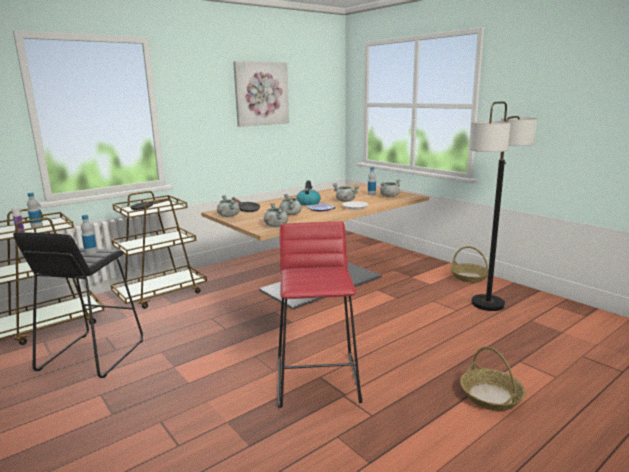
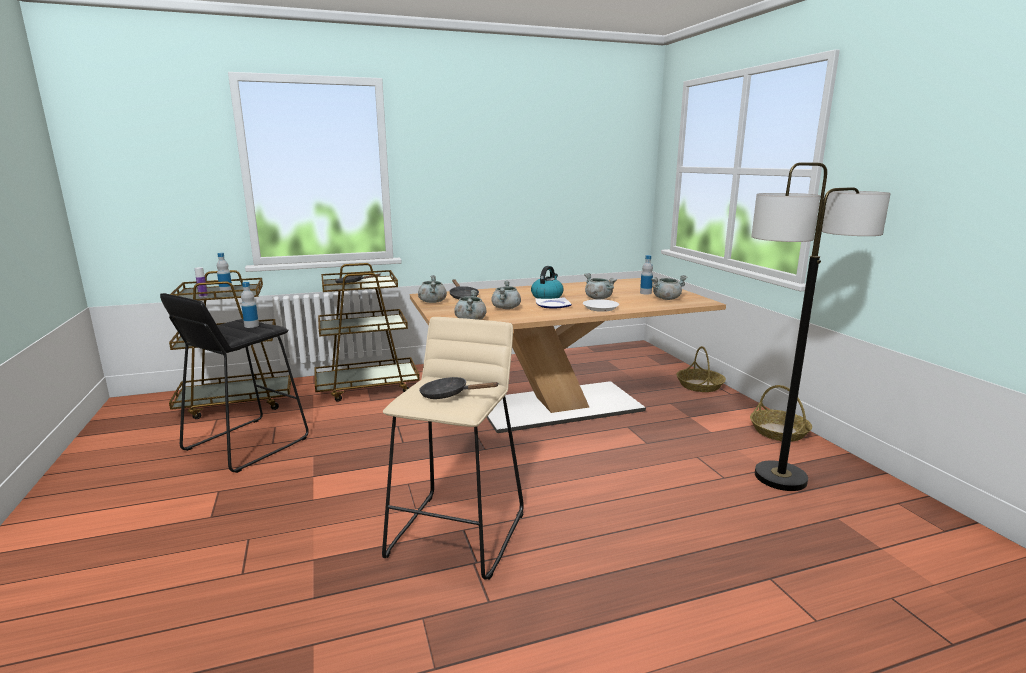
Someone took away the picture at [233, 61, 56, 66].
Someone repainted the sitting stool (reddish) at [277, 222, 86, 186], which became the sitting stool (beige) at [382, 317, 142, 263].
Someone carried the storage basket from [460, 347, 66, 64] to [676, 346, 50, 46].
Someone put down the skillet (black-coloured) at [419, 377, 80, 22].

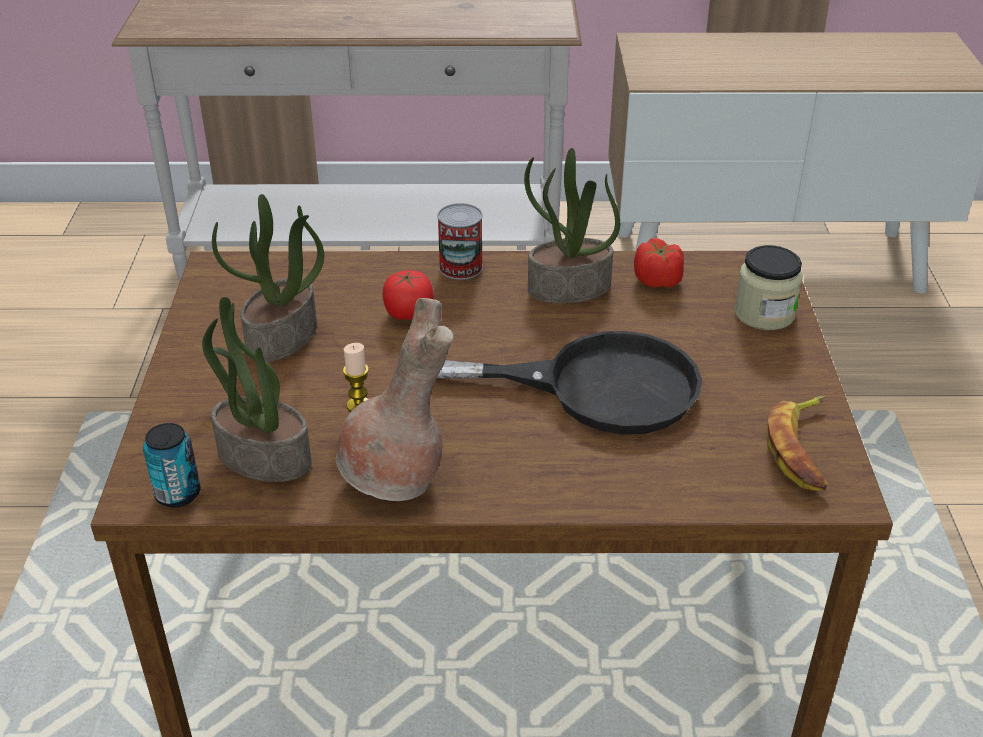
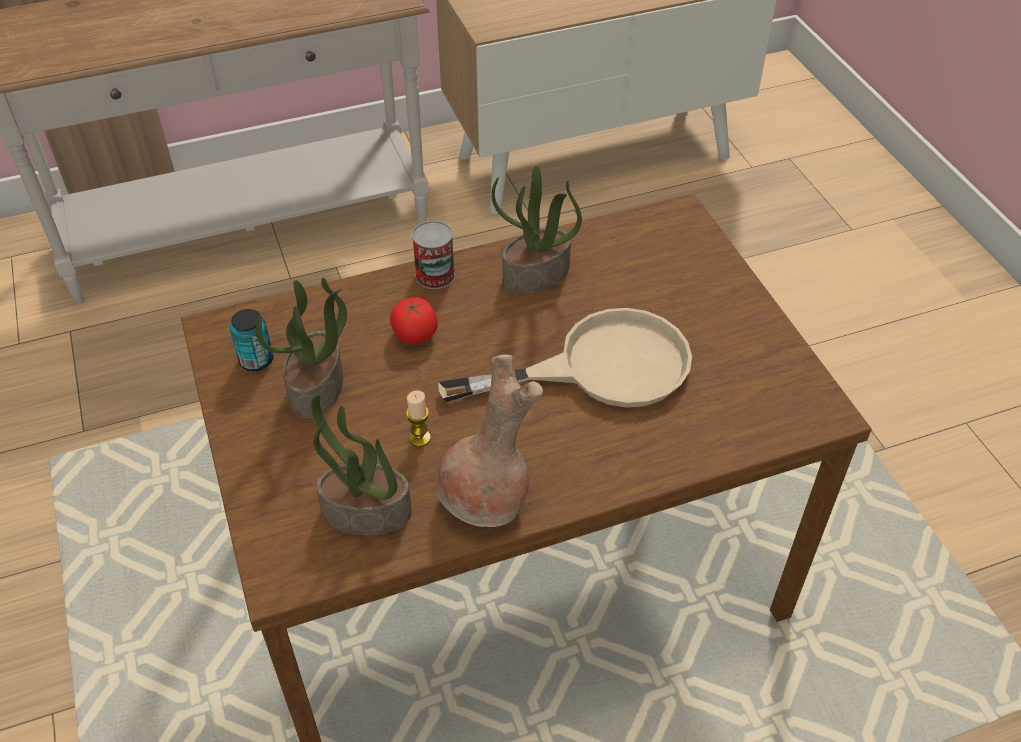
Someone took away the tomato at [634, 238, 50, 49].
Someone took away the preserve jar at [734, 245, 69, 85].
Someone repainted the skillet (black-coloured) at [437, 331, 265, 104], which became the skillet (beige) at [438, 308, 254, 100].
Someone took away the banana at [766, 396, 62, 94].
Someone carried the sealed can from [143, 423, 58, 84] to [230, 309, 43, 62].

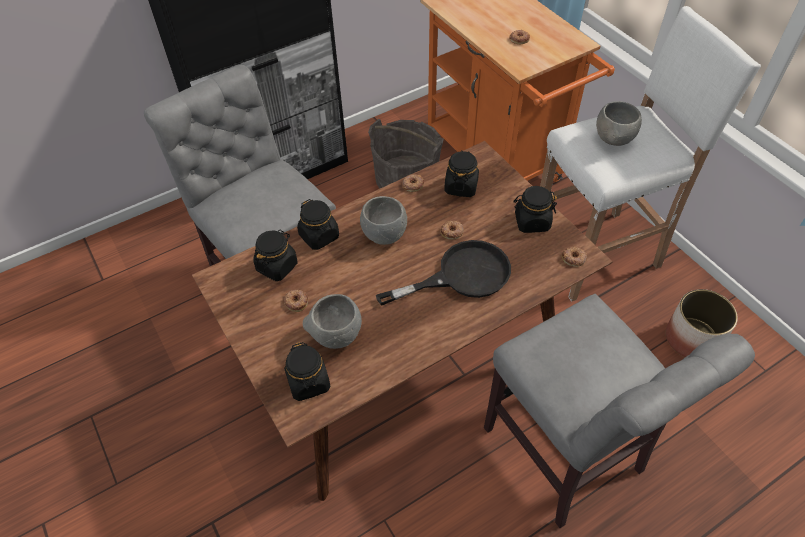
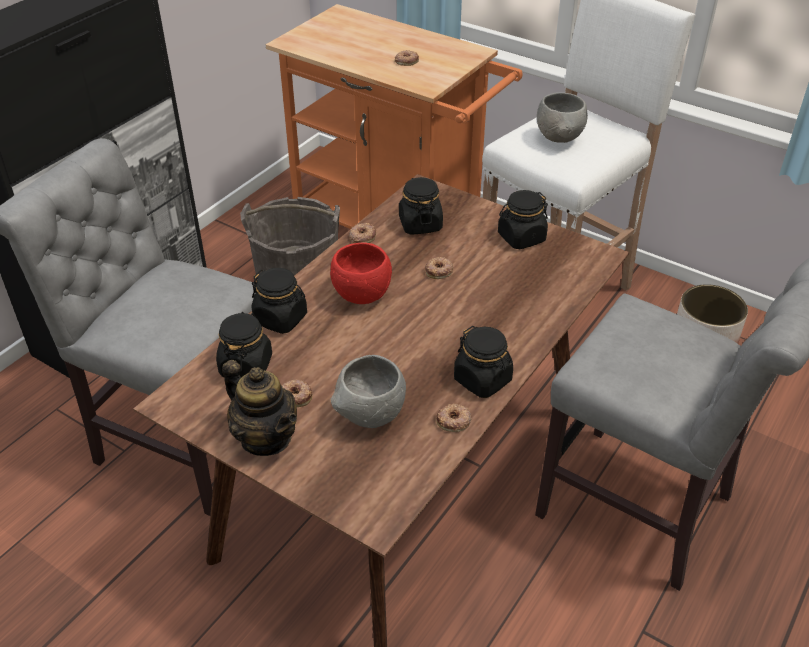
Someone repainted the serving bowl (grey) at [360, 196, 47, 49], which became the serving bowl (reddish) at [330, 242, 62, 62].
Someone took away the skillet (black-coloured) at [376, 240, 135, 66].
Someone carried the ring doughnut from [562, 247, 25, 20] to [436, 404, 36, 28].
Someone carried the preserve jar (black-coloured) from [284, 342, 46, 59] to [454, 326, 59, 72].
Someone put down the tea pot at [222, 360, 75, 96].

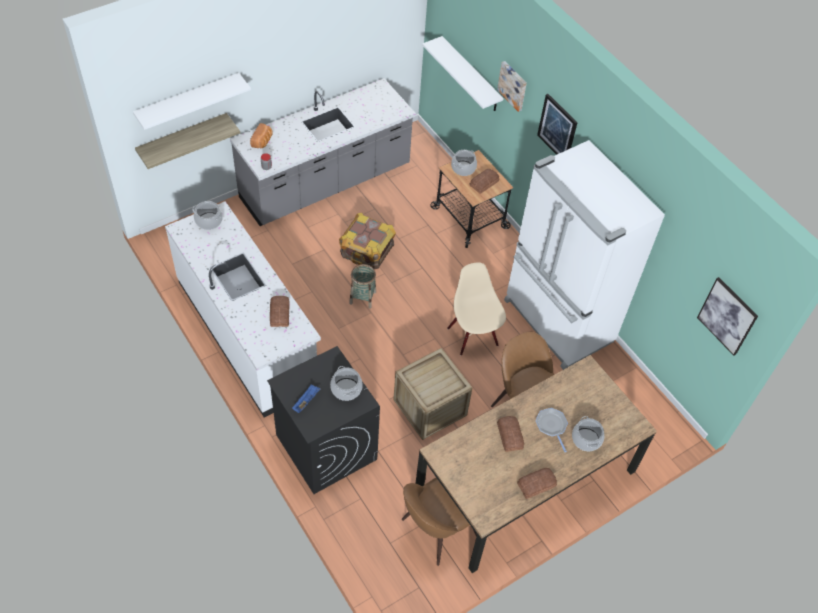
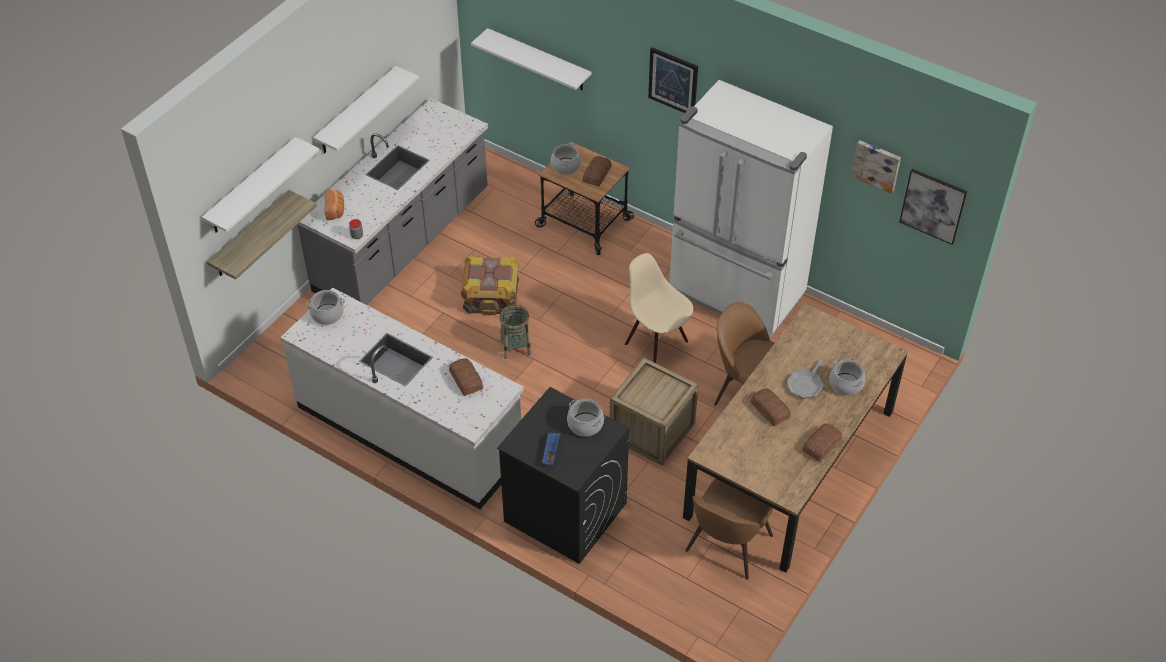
Someone carried the picture from [497, 61, 30, 51] to [851, 140, 50, 53].
Someone rotated the skillet at [535, 408, 33, 44] by 105 degrees counterclockwise.
Someone put up the bracket shelf (whitish) at [313, 66, 106, 87].

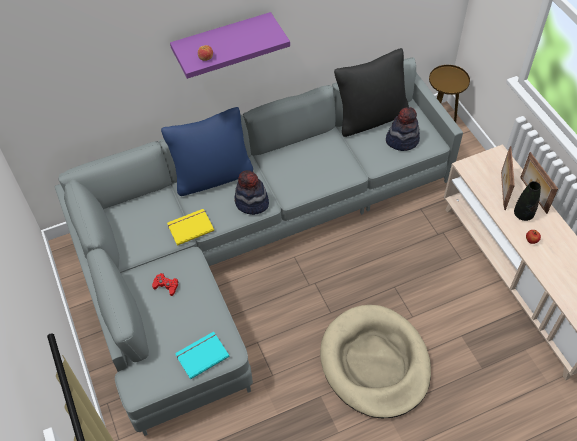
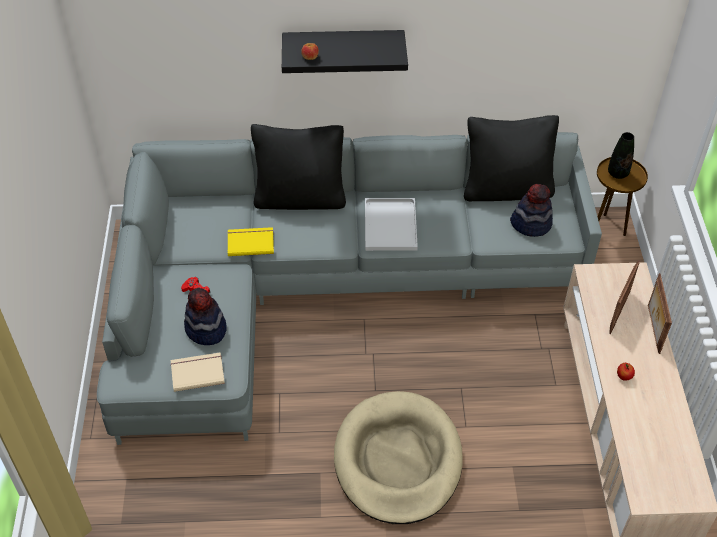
Someone repainted the bracket shelf (purple-coloured) at [170, 12, 120, 67], which became the bracket shelf (black-coloured) at [282, 30, 126, 43].
Someone repainted the pillow (blue) at [161, 107, 92, 89], which became the pillow (black-coloured) at [251, 124, 95, 86].
Someone carried the hat from [234, 170, 35, 45] to [184, 288, 43, 57].
Someone carried the flower vase (black-coloured) from [514, 181, 27, 40] to [608, 132, 26, 47].
Someone repainted the volume (turquoise) at [175, 332, 55, 48], which became the volume (beige) at [171, 353, 54, 39].
Someone put down the serving tray (whitish) at [365, 198, 53, 53].

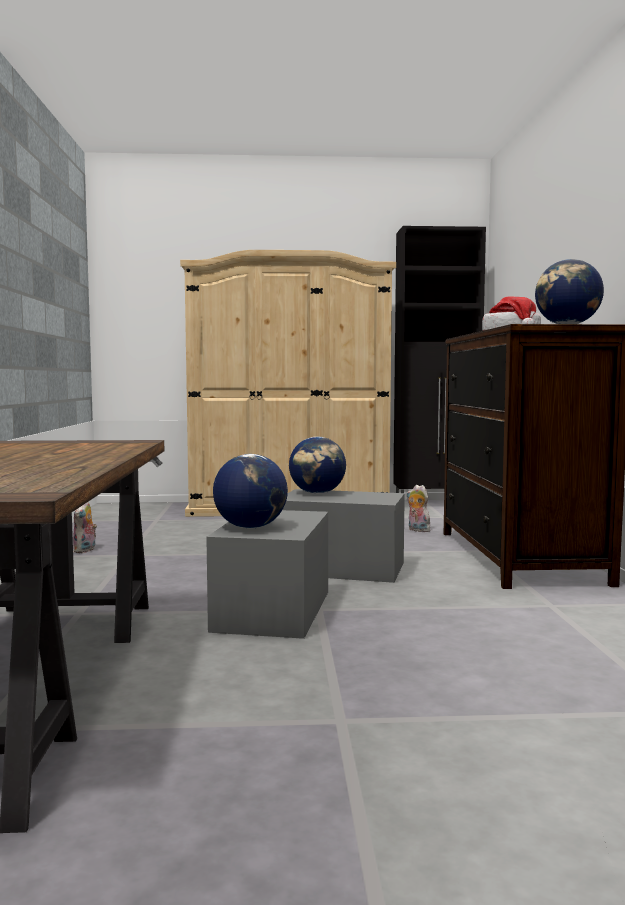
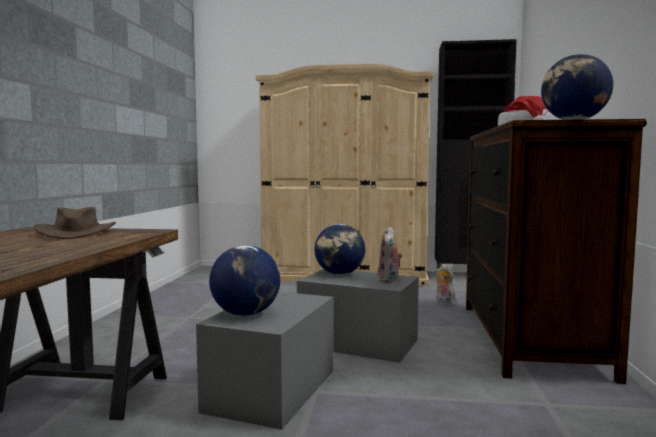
Someone carried the soft toy from [73, 502, 24, 51] to [378, 227, 24, 56].
Someone put down the hat (brownish) at [34, 207, 82, 32].

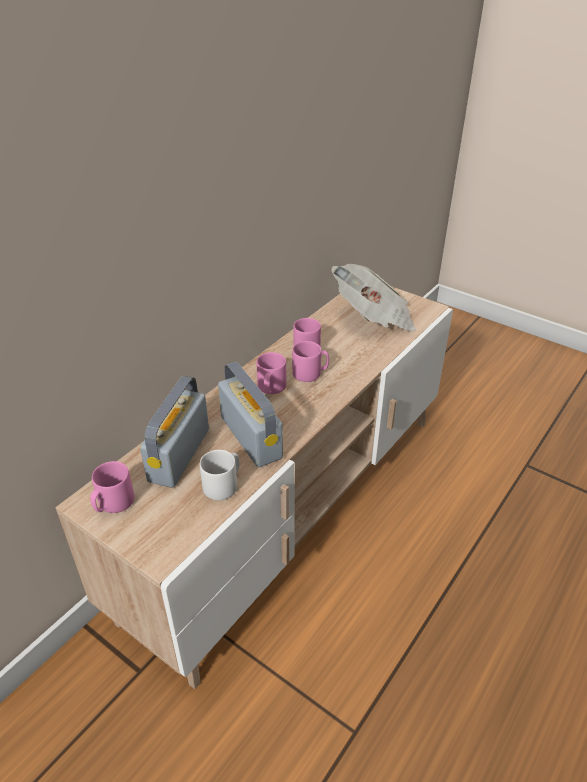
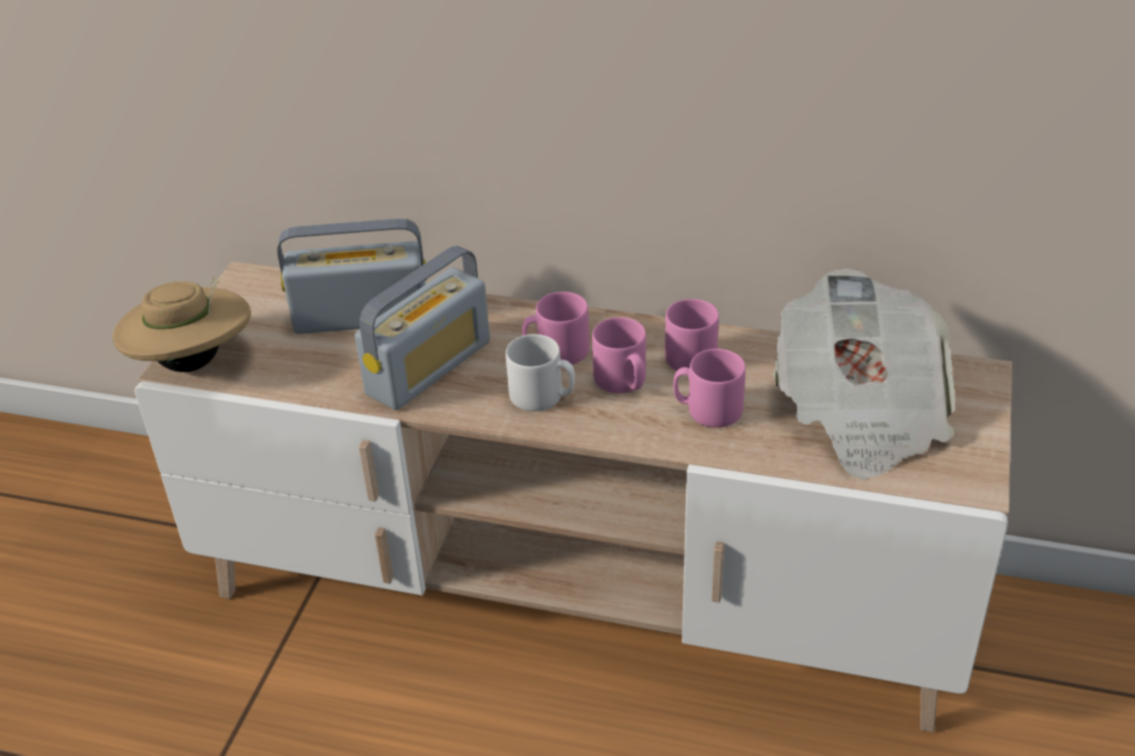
Someone carried the coffee mug (whitish) from [200, 450, 40, 50] to [506, 334, 69, 77].
Someone carried the coffee mug (pink) from [90, 461, 44, 52] to [673, 349, 73, 79].
Someone put down the hat (beige) at [113, 276, 138, 96].

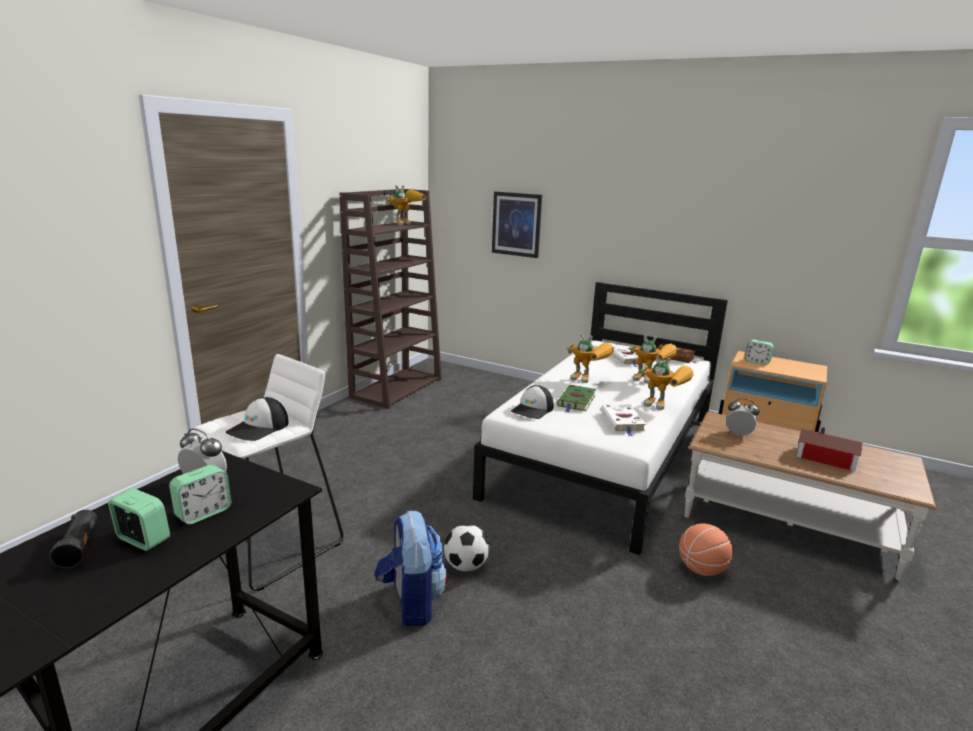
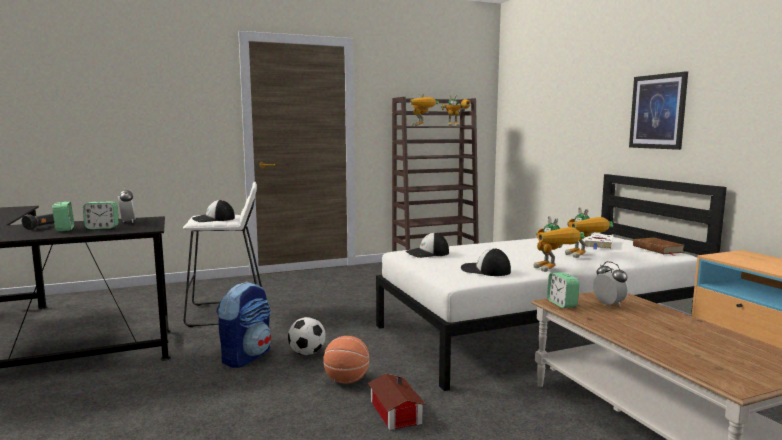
Someone carried the picture from [492, 191, 50, 67] to [629, 71, 59, 79].
Someone carried the toy robot from [566, 334, 48, 49] to [410, 93, 29, 33].
Someone carried the table clock from [745, 340, 29, 25] to [547, 272, 33, 36].
Someone took away the volume (greenish) at [557, 385, 39, 27].
Someone swapped the volume (whitish) at [601, 404, 45, 32] for the peaked cap at [461, 248, 50, 28].
Someone carried the model house from [796, 427, 67, 45] to [368, 374, 58, 56].
Someone carried the ball for basketball from [679, 523, 54, 53] to [323, 336, 47, 48].

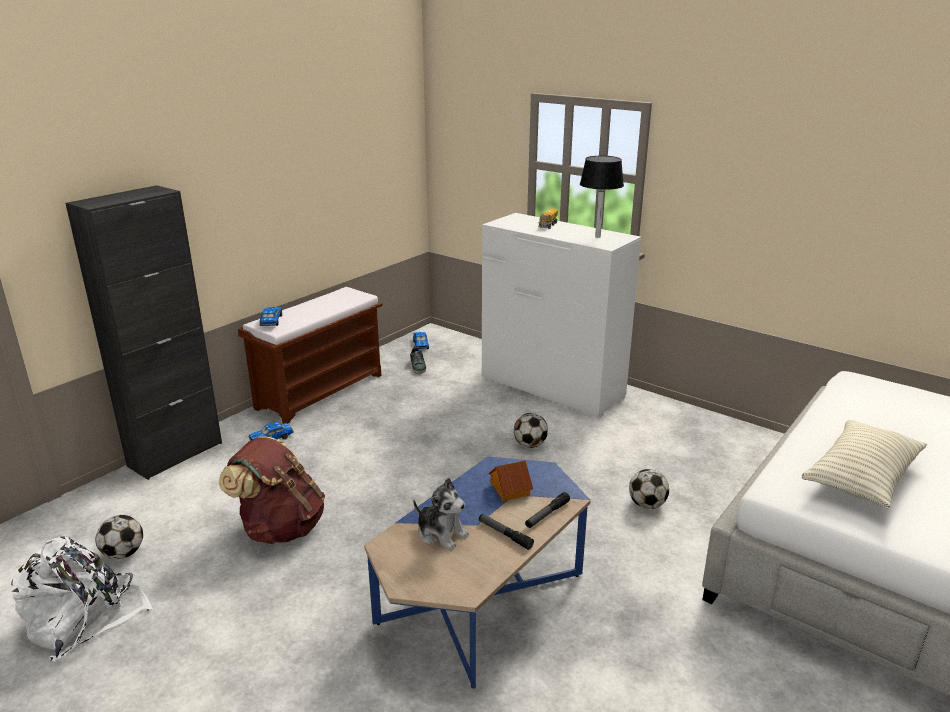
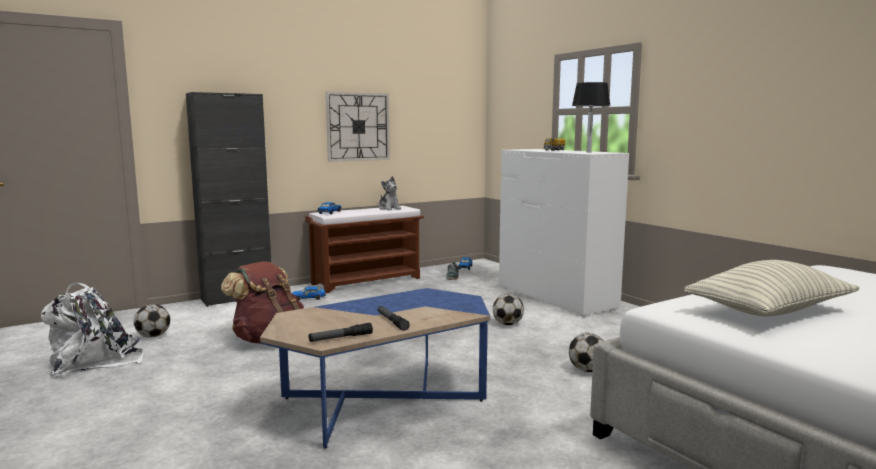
Someone took away the model house at [489, 460, 44, 42].
Someone carried the soft toy from [413, 478, 56, 72] to [379, 176, 22, 34].
Someone carried the flashlight from [525, 492, 45, 36] to [309, 323, 64, 19].
Someone put up the clock on the wall at [326, 92, 64, 70].

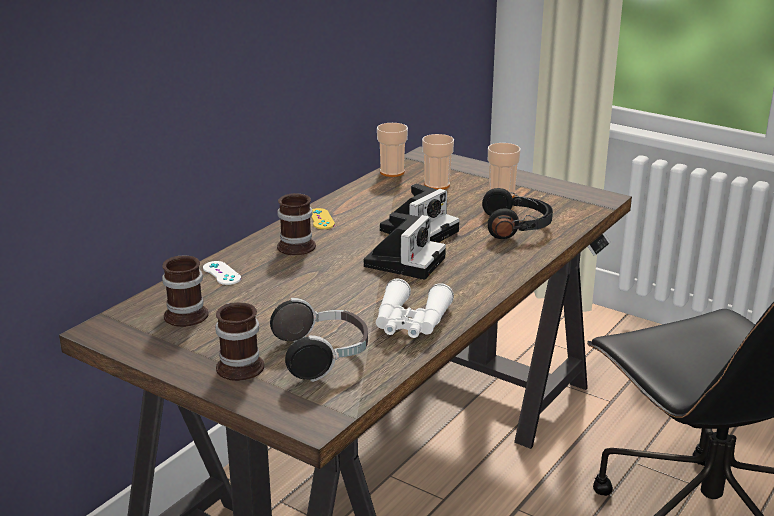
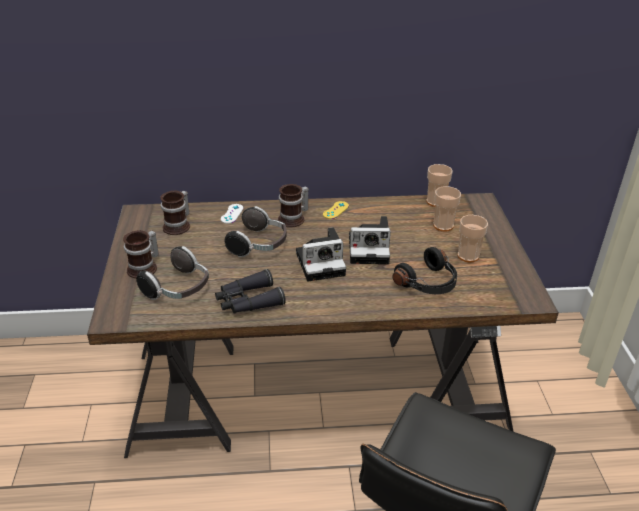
Someone repainted the binoculars (whitish) at [376, 279, 78, 59], which became the binoculars (black-coloured) at [215, 269, 71, 45].
Someone put down the headset at [225, 206, 62, 51].

